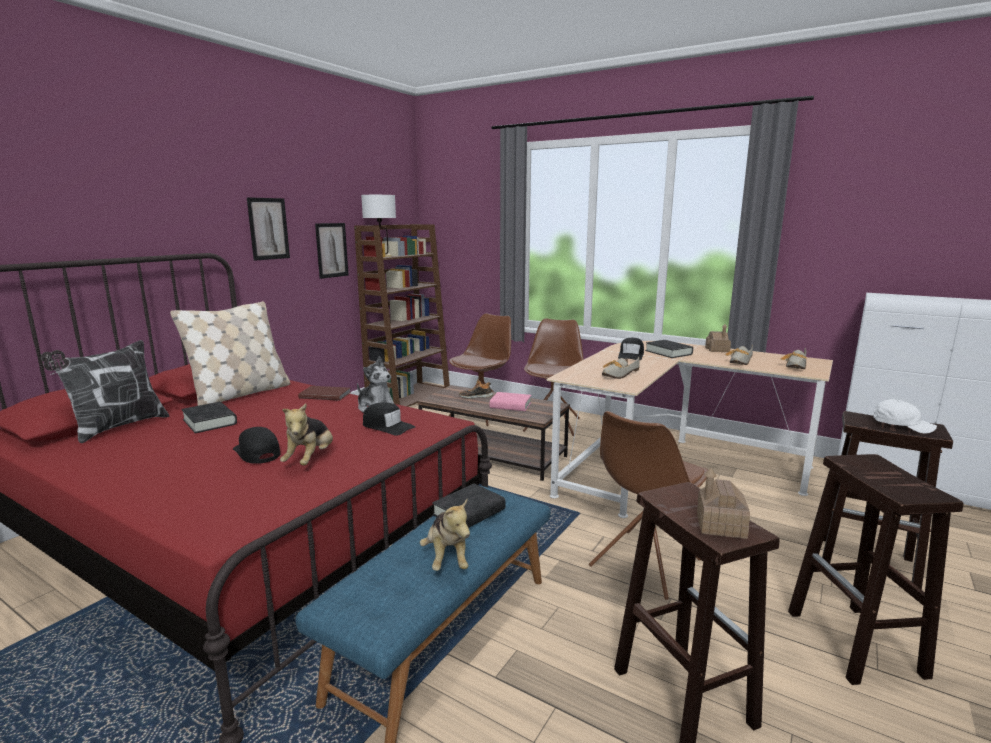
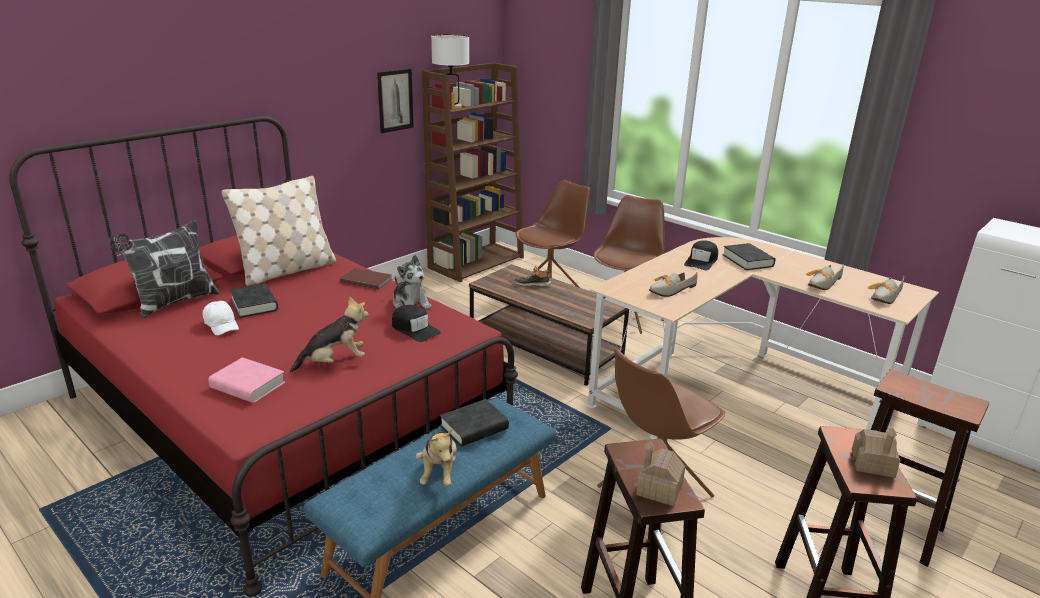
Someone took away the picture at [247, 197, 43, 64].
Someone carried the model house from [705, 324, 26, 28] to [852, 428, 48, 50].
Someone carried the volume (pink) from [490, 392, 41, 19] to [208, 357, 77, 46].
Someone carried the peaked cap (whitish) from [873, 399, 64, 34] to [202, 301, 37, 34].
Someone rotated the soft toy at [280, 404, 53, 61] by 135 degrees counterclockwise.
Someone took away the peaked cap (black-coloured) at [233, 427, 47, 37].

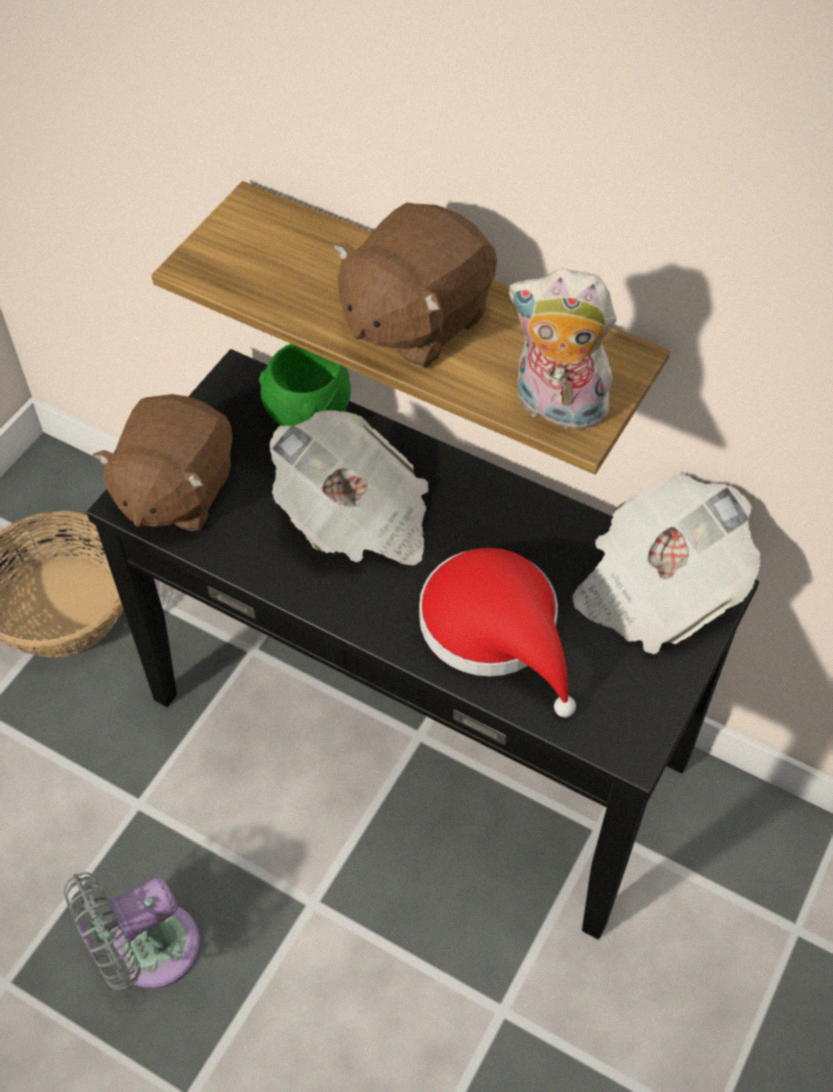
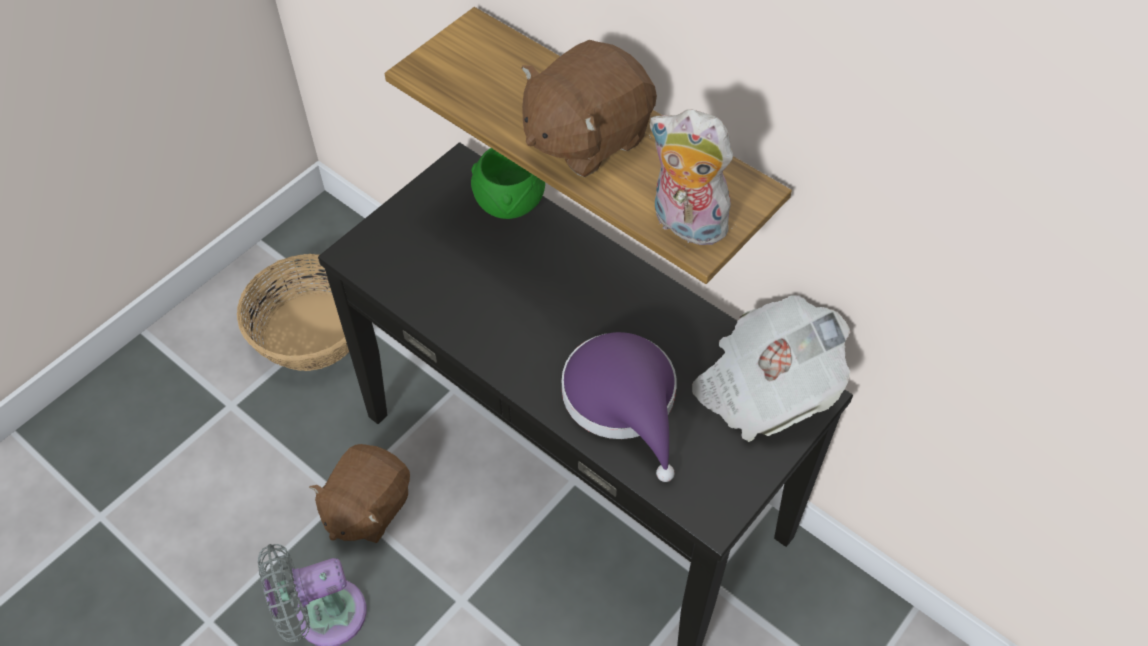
Someone carried the soft toy (brownish) from [92, 394, 141, 137] to [309, 444, 101, 99].
Someone took away the printed paper at [269, 410, 160, 156].
Someone repainted the hat (reddish) at [419, 548, 157, 169], which became the hat (purple-coloured) at [562, 332, 115, 150].

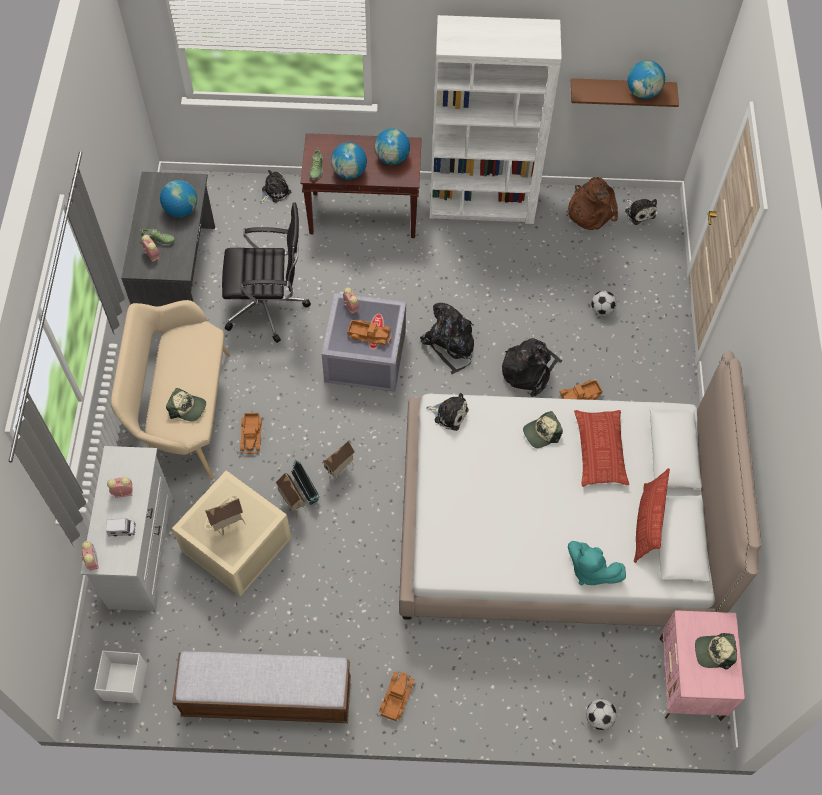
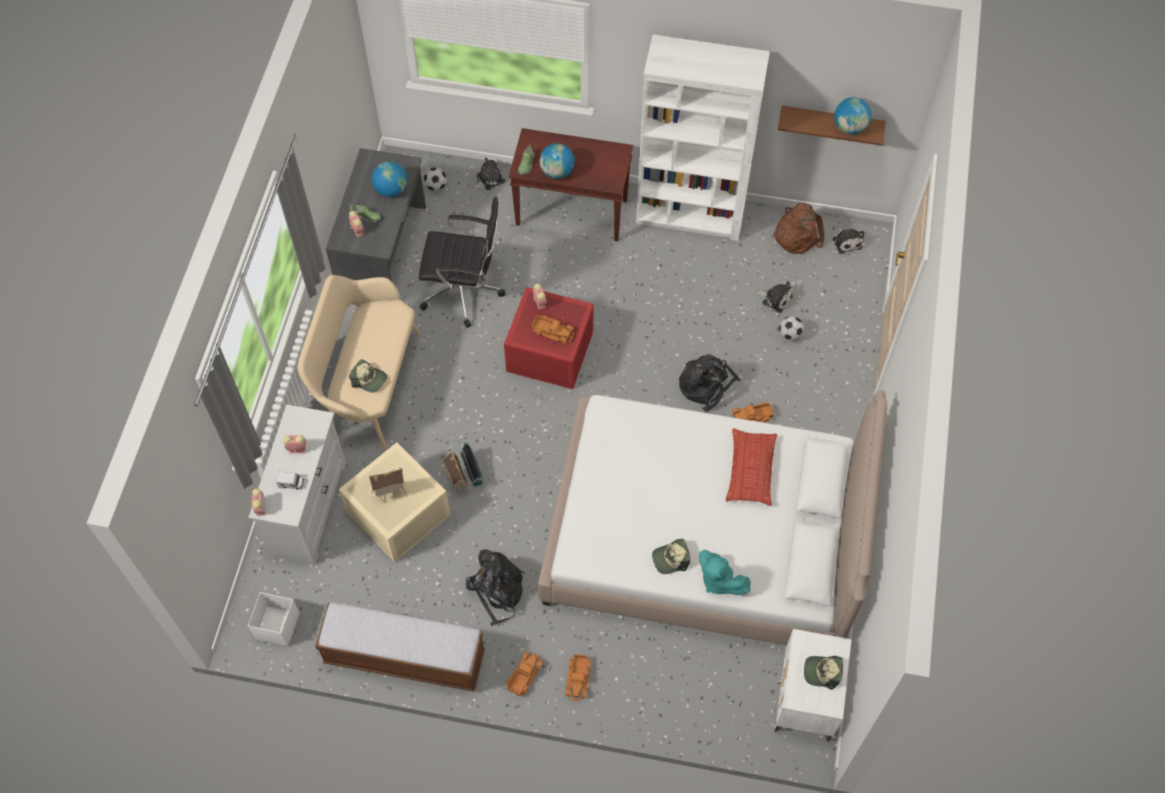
Someone took away the world globe at [374, 128, 36, 37].
Someone repainted the storage box (grey) at [321, 293, 85, 99], which became the storage box (reddish) at [504, 287, 90, 102].
Someone carried the knapsack (black-coloured) from [420, 303, 54, 71] to [466, 550, 59, 76].
Someone carried the soft toy from [426, 393, 43, 38] to [757, 281, 36, 32].
Someone carried the peaked cap from [523, 411, 40, 37] to [652, 539, 38, 35].
Someone carried the toy lorry from [240, 413, 22, 41] to [565, 654, 26, 47].
Someone took away the model house at [322, 440, 33, 42].
Someone took away the pillow at [634, 468, 36, 95].
Someone repainted the night table (pink) at [659, 610, 86, 111], which became the night table (whitish) at [775, 629, 77, 113].
Someone carried the ball for football from [586, 699, 30, 31] to [423, 167, 24, 24].

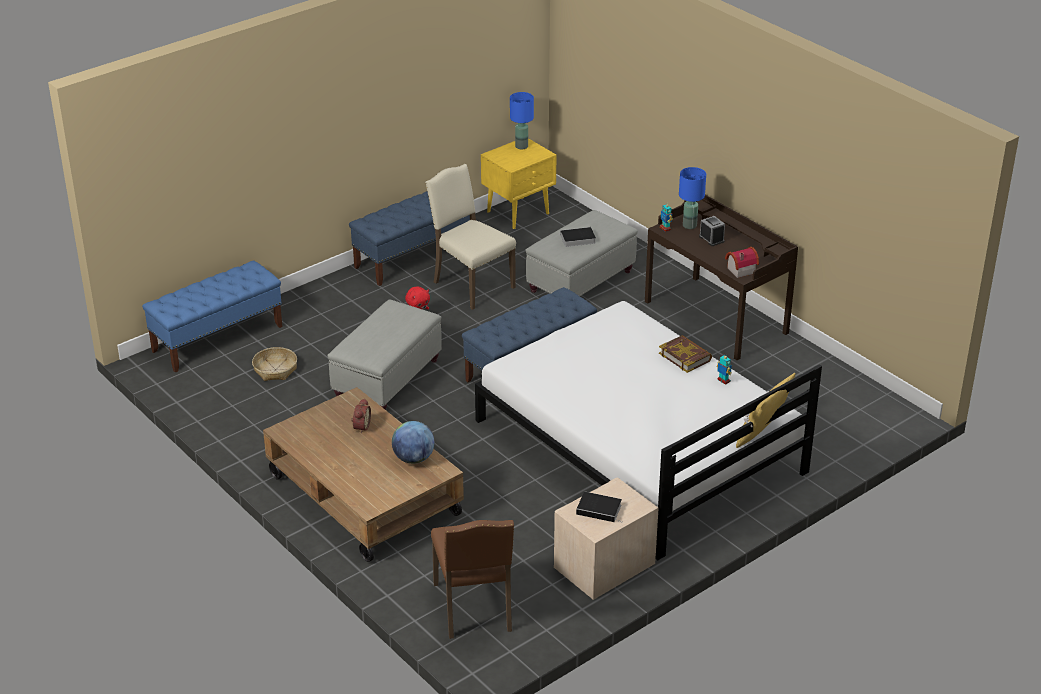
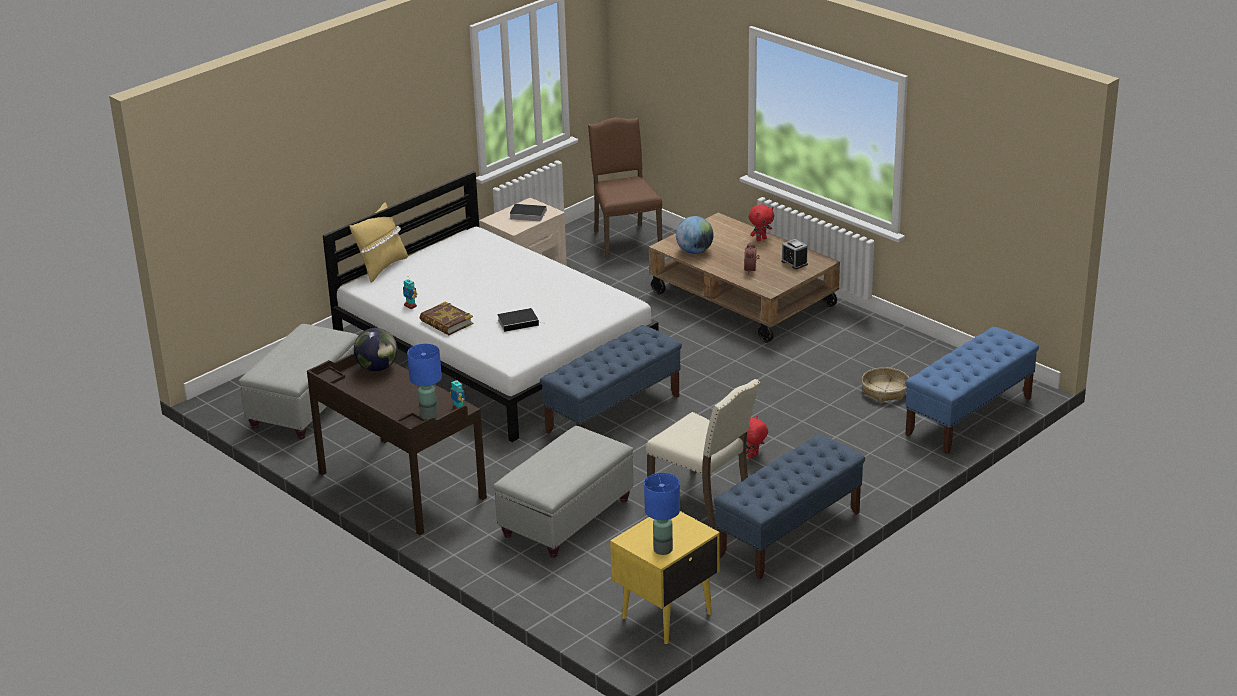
Someone carried the table clock from [699, 216, 26, 30] to [781, 239, 27, 30].
Someone carried the volume from [559, 227, 37, 20] to [497, 308, 45, 24].
Someone swapped the model house at [725, 247, 34, 31] for the world globe at [354, 328, 44, 43].
Someone carried the ottoman (grey) from [327, 300, 115, 110] to [239, 324, 119, 115].
Someone put down the soft toy (reddish) at [749, 204, 25, 37].

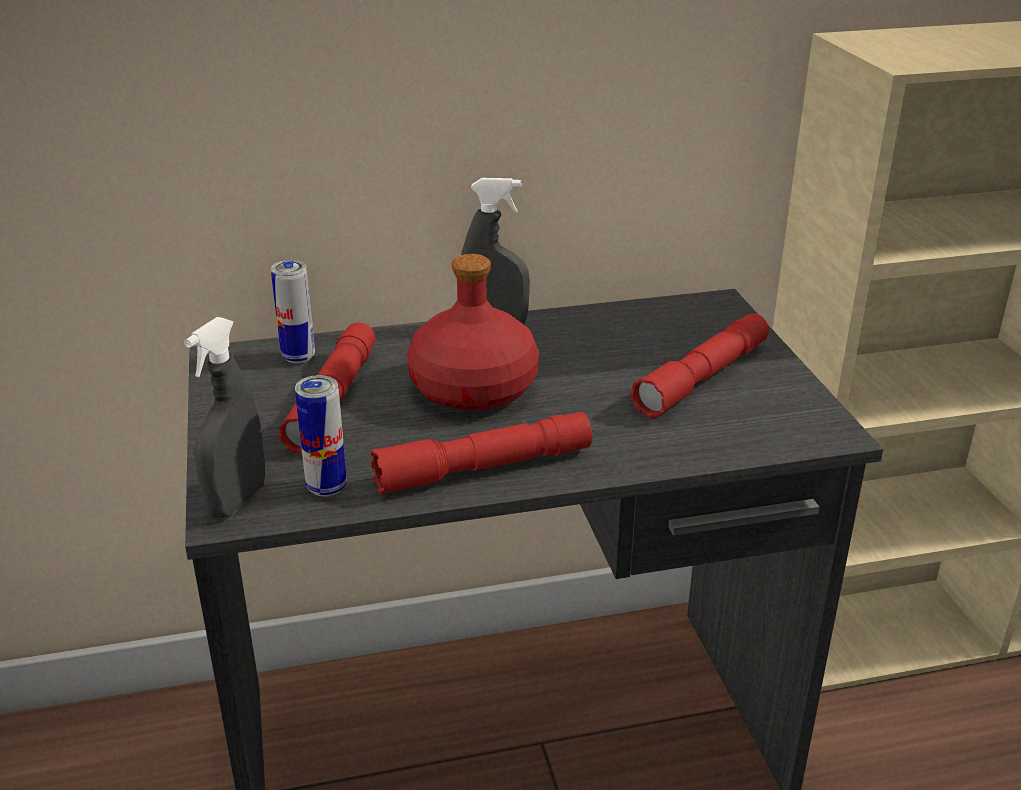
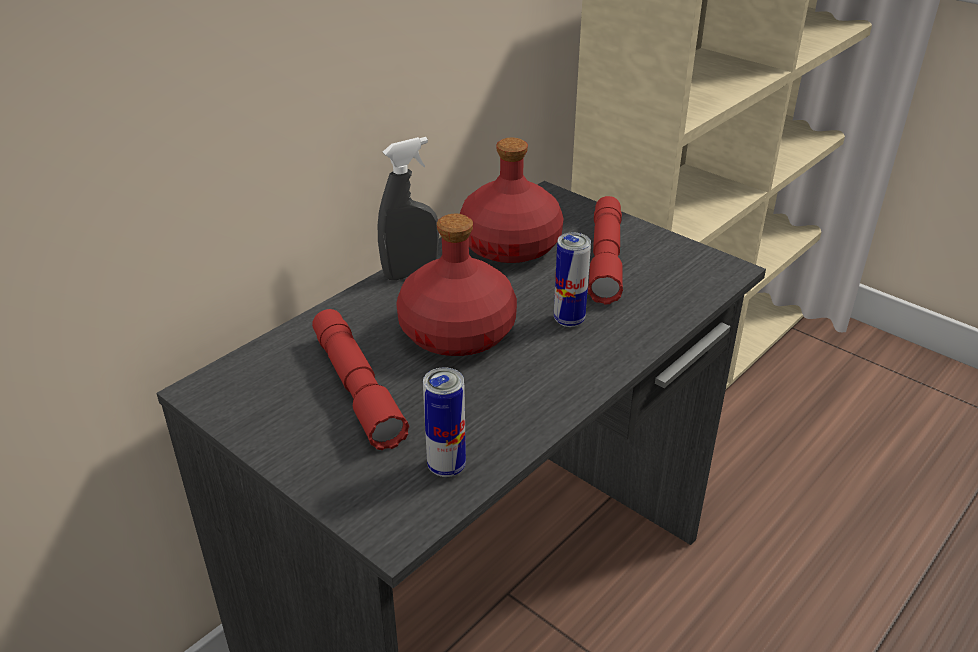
Someone carried the sealed can from [271, 260, 44, 103] to [554, 233, 37, 94].
Someone took away the sprayer (grey) at [184, 317, 81, 201].
Someone took away the flashlight (reddish) at [370, 412, 222, 82].
Someone put down the drink bottle (reddish) at [460, 138, 103, 125].

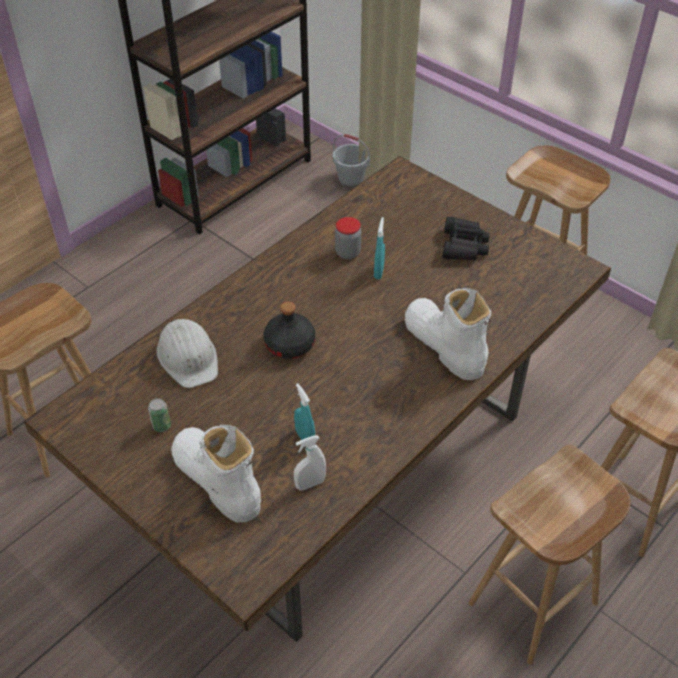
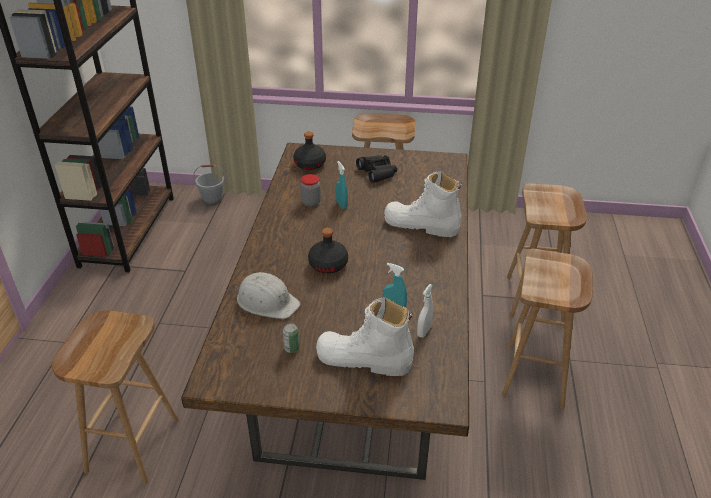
Someone put down the drink bottle (black-coloured) at [293, 132, 33, 38].

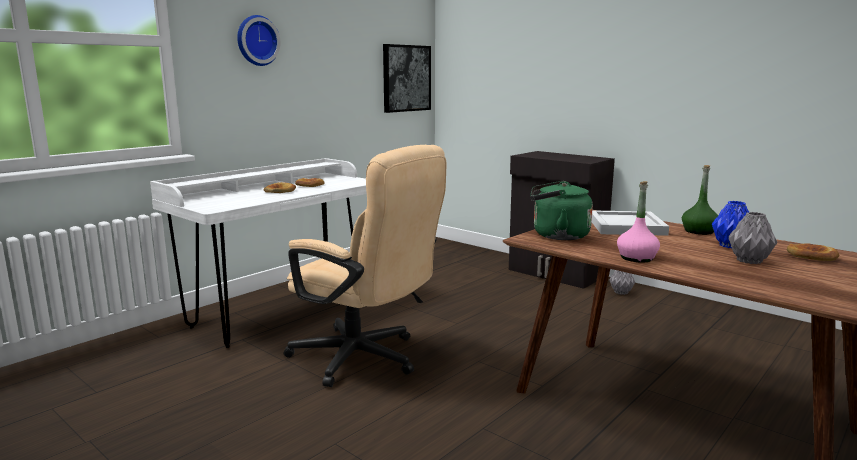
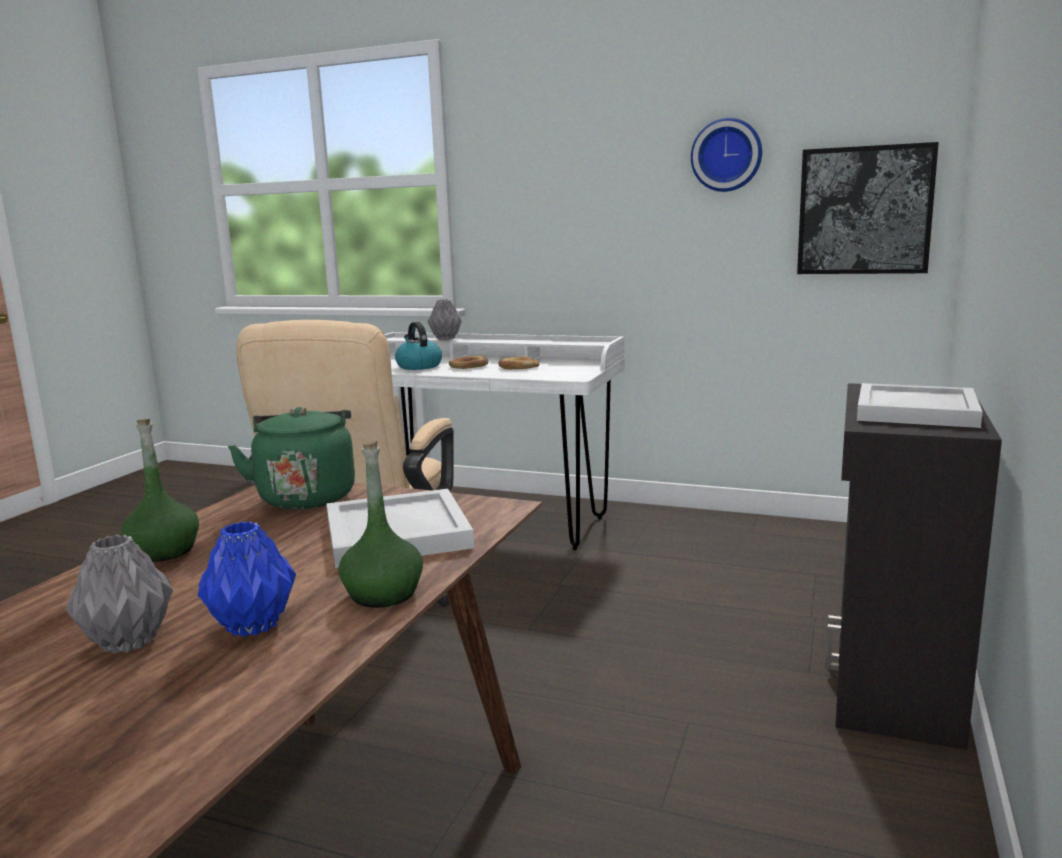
Someone carried the clock on the wall from [237, 15, 44, 51] to [691, 118, 71, 74].
Someone repainted the drink bottle (pink) at [617, 181, 43, 81], which became the drink bottle (greenish) at [121, 419, 78, 143].
Someone took away the bakery bread at [787, 243, 52, 18].
Someone carried the flower vase (grey) from [609, 270, 26, 25] to [427, 299, 35, 41].
Someone put down the kettle at [395, 322, 47, 48].
Someone put down the serving tray (whitish) at [857, 383, 126, 45].

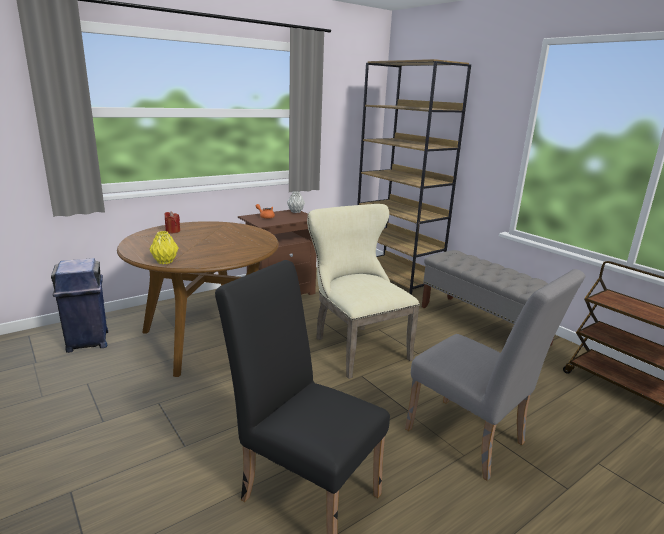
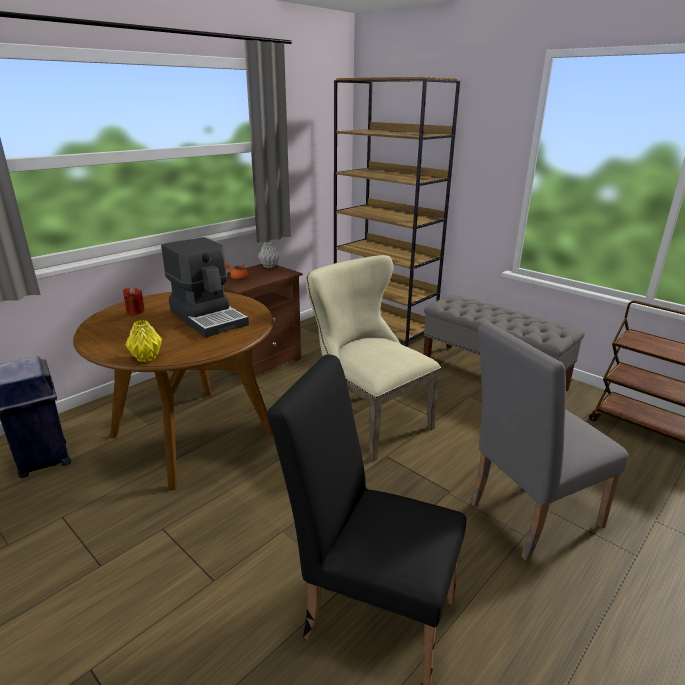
Someone rotated the plain chair (grey) at [405, 269, 181, 212] by 120 degrees clockwise.
Someone put down the coffee brewer at [161, 237, 88, 100].

